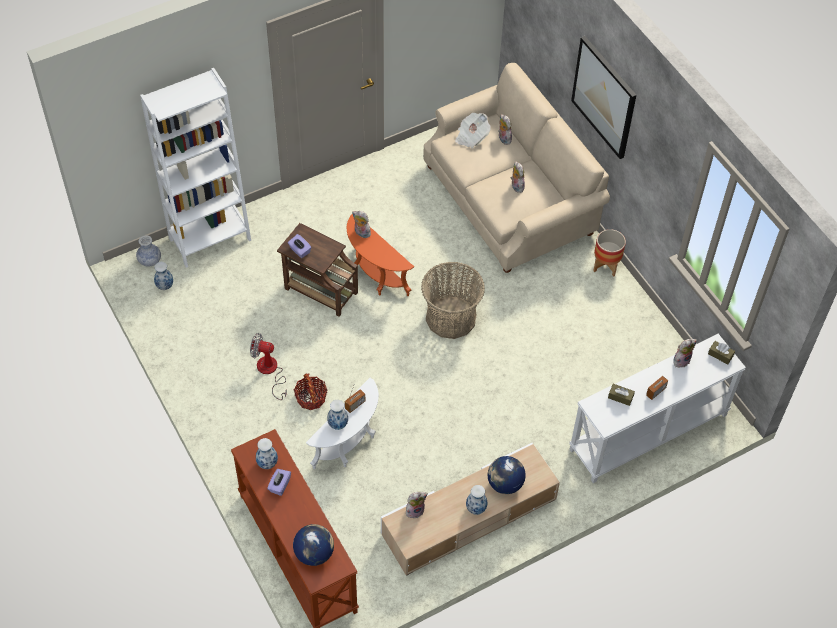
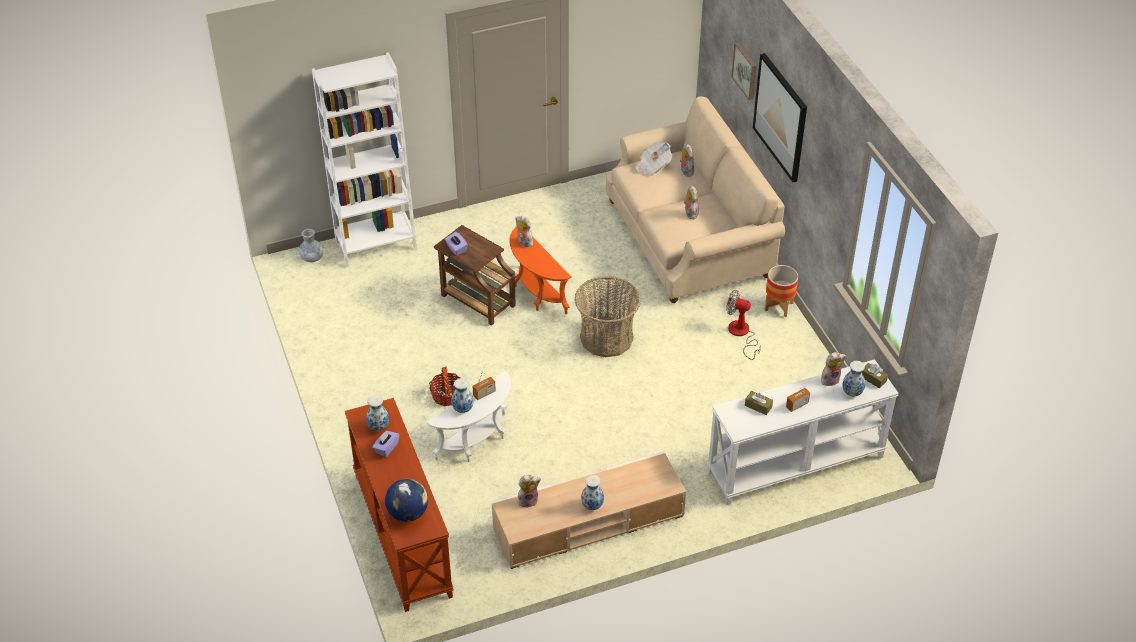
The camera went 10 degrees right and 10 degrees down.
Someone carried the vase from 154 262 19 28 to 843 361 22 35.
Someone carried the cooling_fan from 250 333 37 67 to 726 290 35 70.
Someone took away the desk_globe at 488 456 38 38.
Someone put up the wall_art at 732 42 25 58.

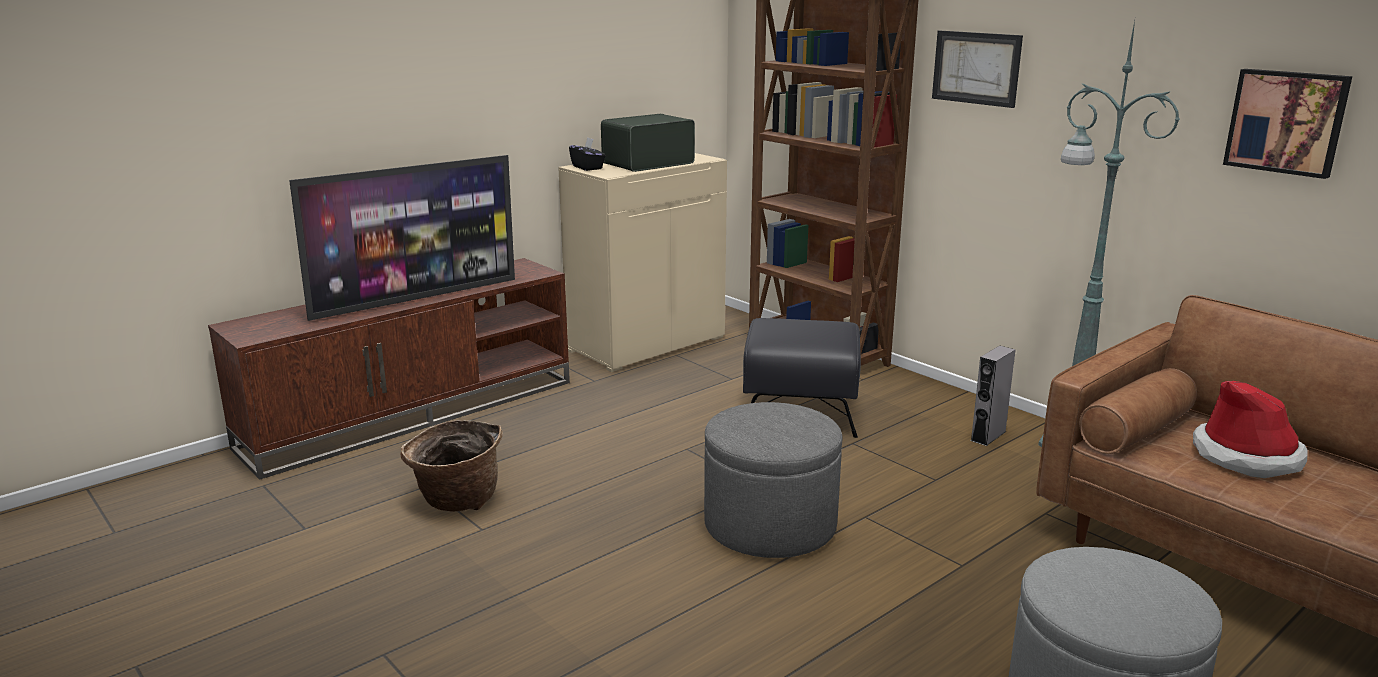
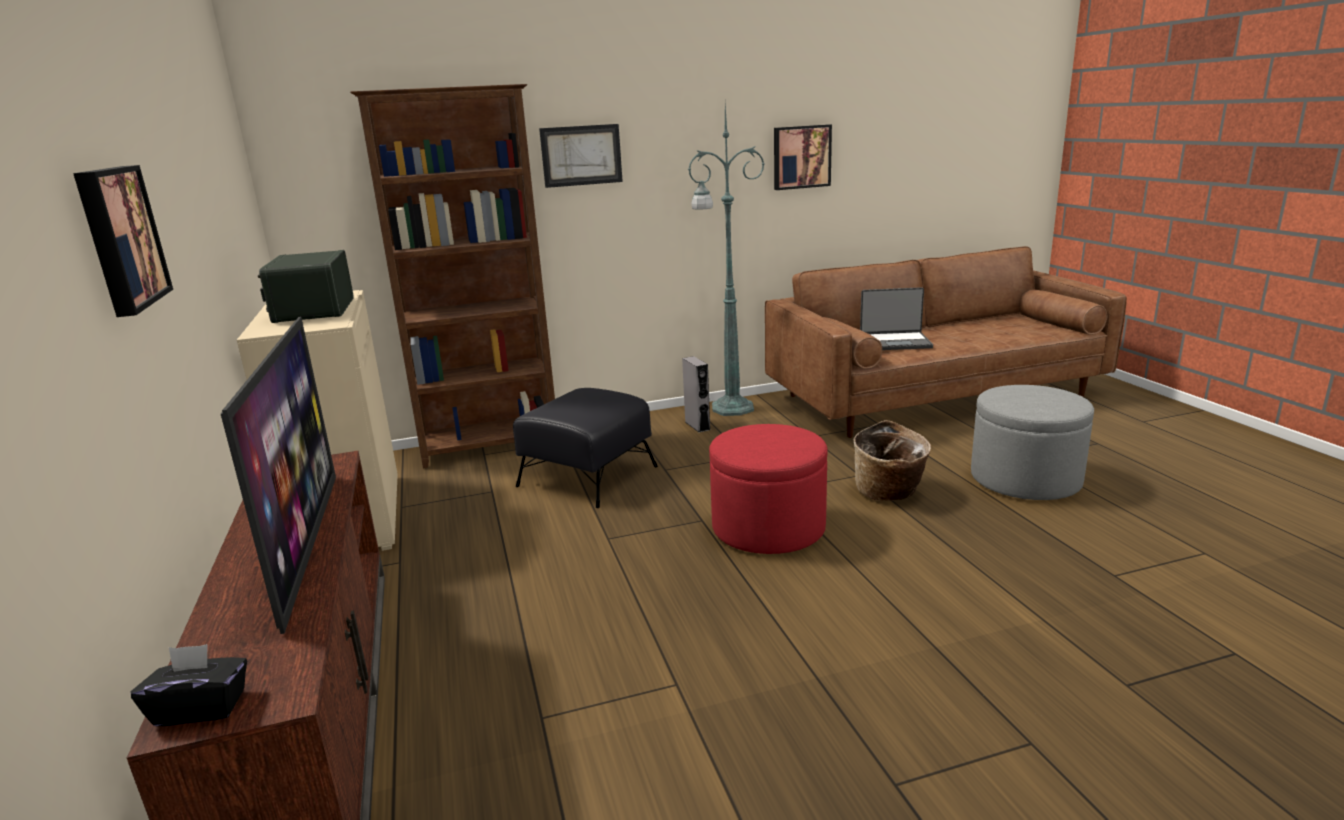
The camera went 65 degrees left and 0 degrees up.
Someone carried the storage_basket from 400 420 103 92 to 854 420 77 81.
Someone carried the black-coloured_tissue_holder from 569 137 37 34 to 130 644 117 82.
Someone repainted the grey_footrest at 704 402 138 156, which became the red_footrest at 709 424 119 130.
Someone swapped the clothing_hat at 1193 381 114 97 for the portable_computer at 860 287 73 63.
Someone put up the wall_art at 73 165 100 152.

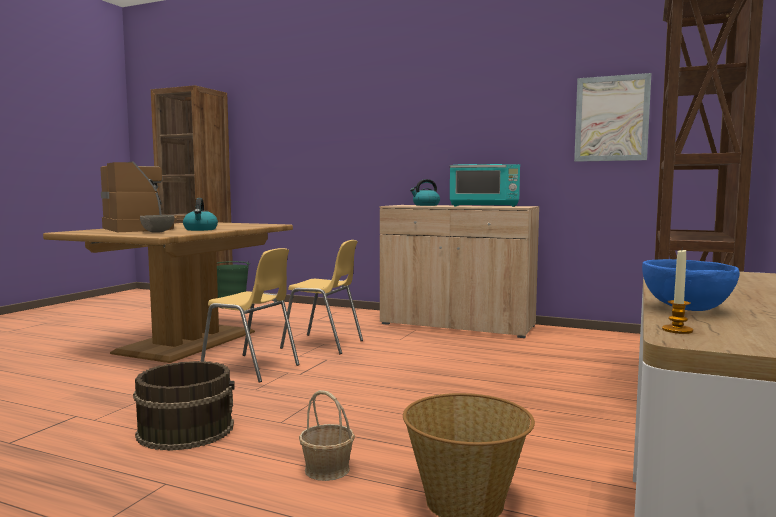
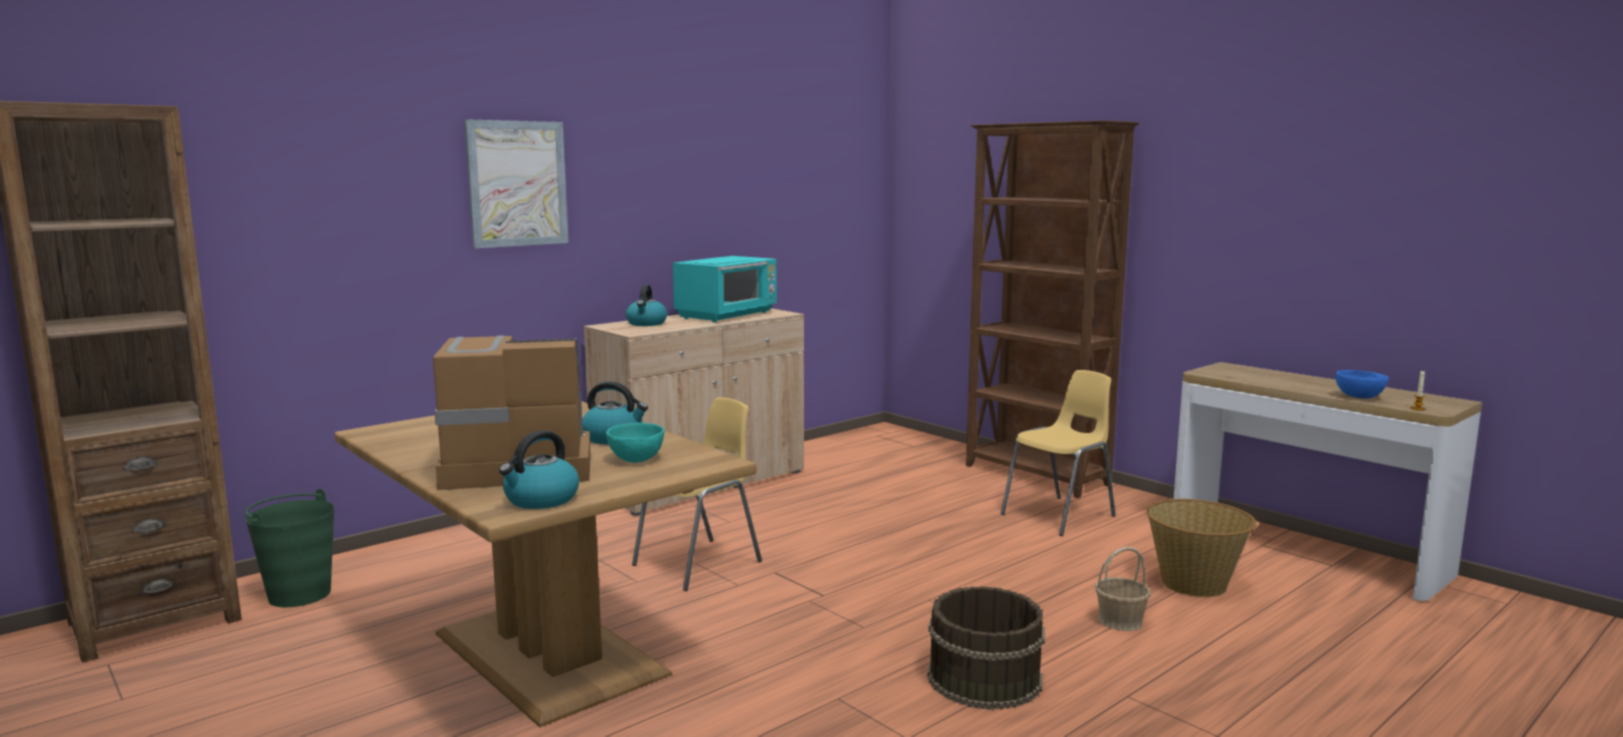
The camera went 65 degrees left and 5 degrees up.
Someone repainted the grey_deep_dish at 140 215 34 18, which became the turquoise-coloured_deep_dish at 606 423 58 40.
Someone carried the yellow_plain_chair from 200 248 100 135 to 1001 370 115 166.
Someone carried the wall_art from 574 73 77 89 to 464 119 105 129.
Someone put down the tea_kettle at 499 430 80 79.

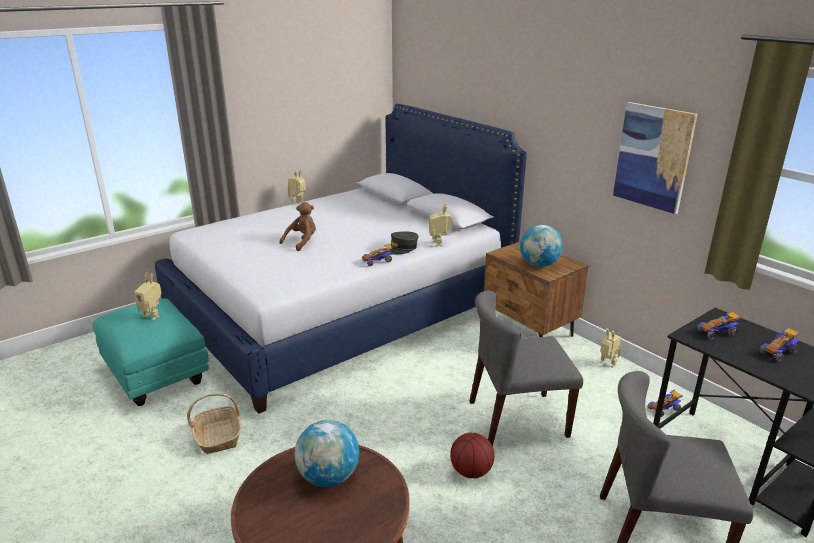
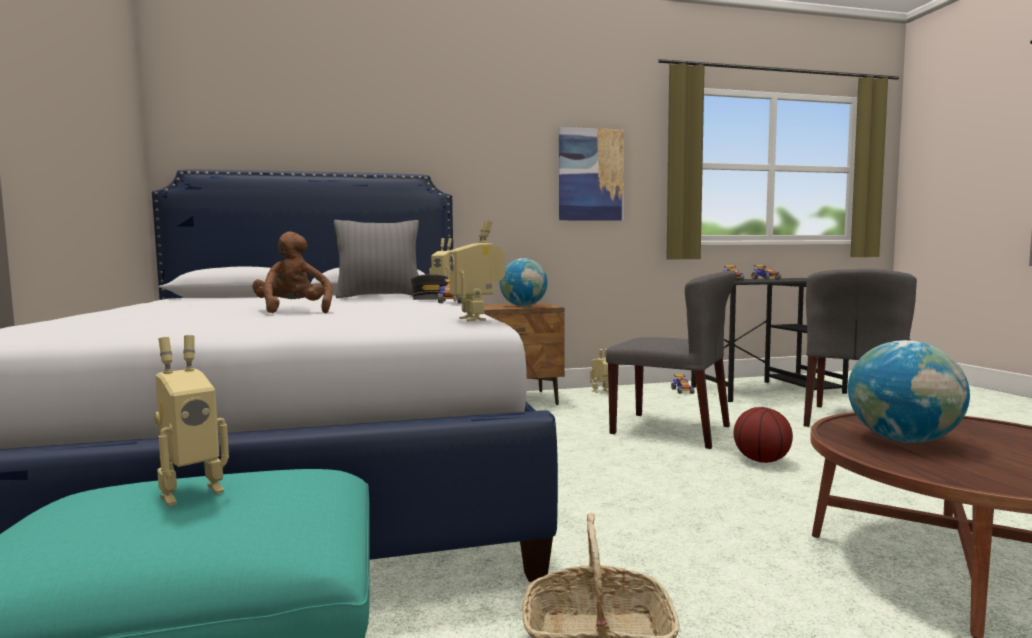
The camera went 65 degrees left and 20 degrees down.
Someone carried the robot_figure from 288 170 18 35 to 449 220 56 101.
Someone rotated the grey_plain_chair at 469 290 114 156 by 75 degrees counterclockwise.
Someone put down the grey_cushion at 334 220 85 78.

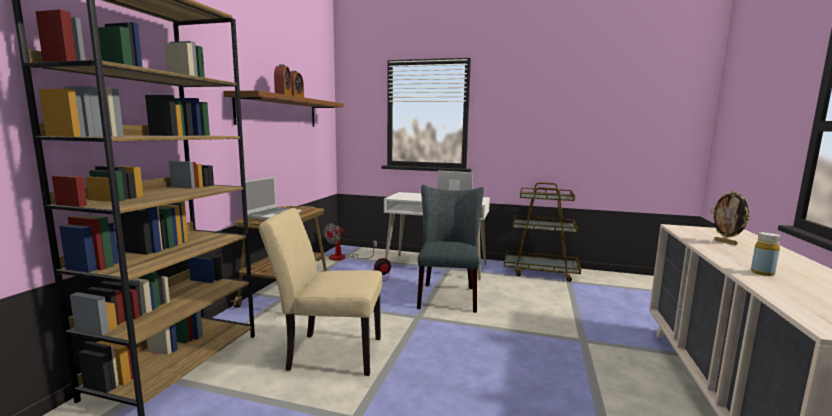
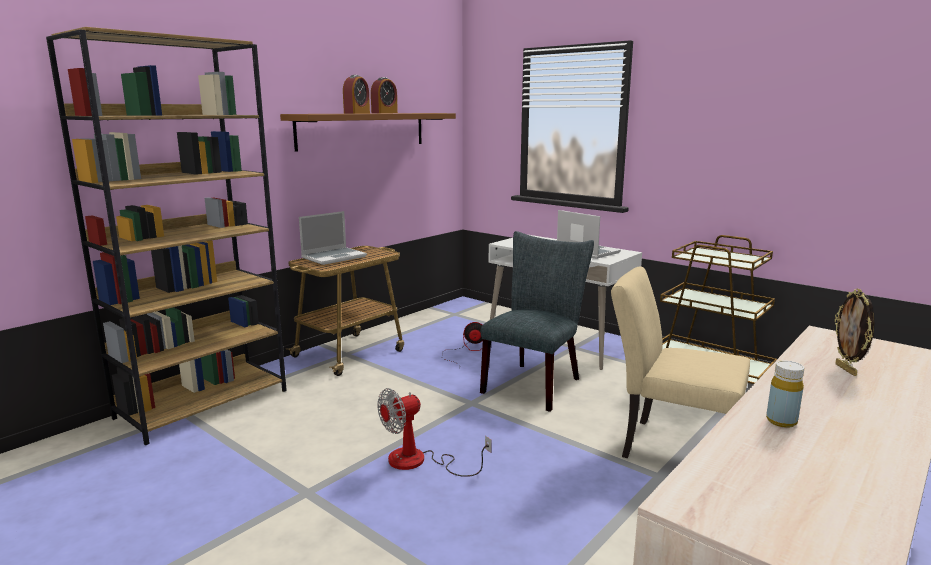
The camera went 25 degrees right and 5 degrees up.
Someone carried the sand-coloured_plain_chair from 259 208 123 168 to 611 267 139 191.
Someone carried the cooling_fan from 324 223 53 38 to 377 388 115 89.

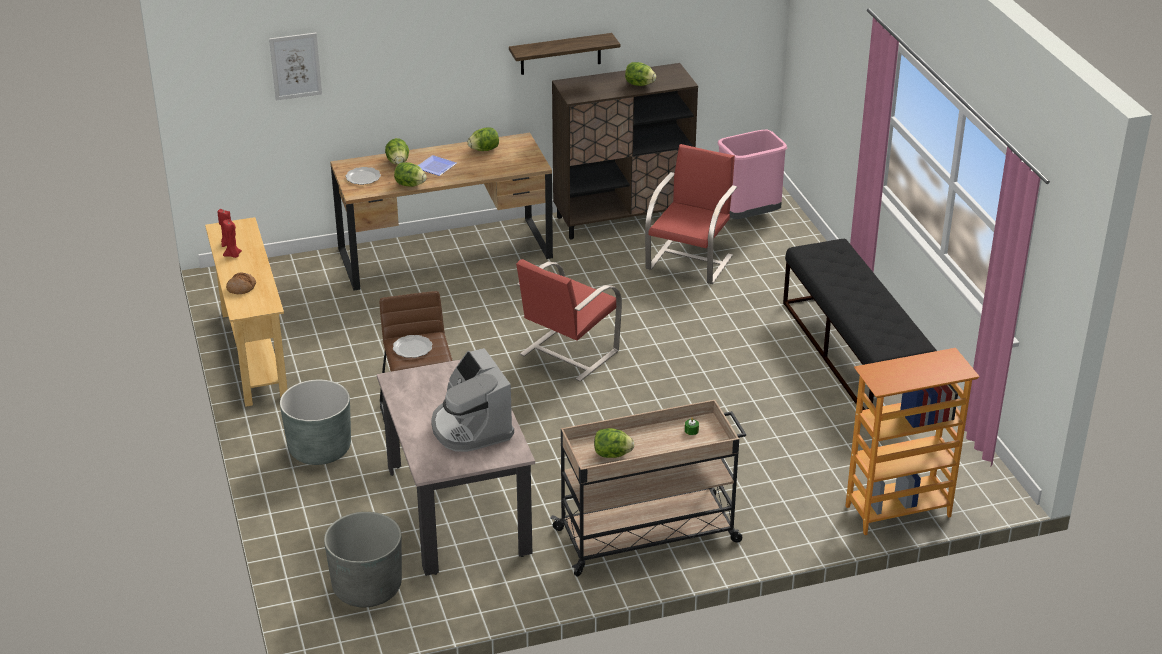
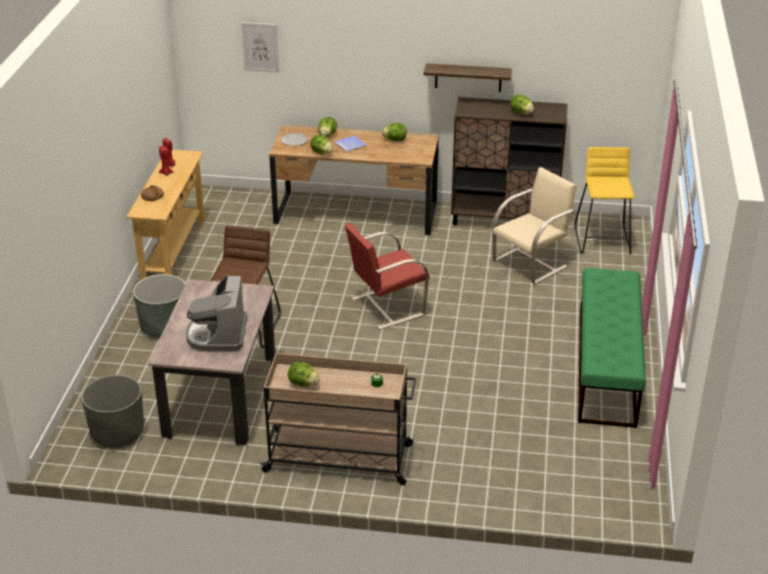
The camera went 25 degrees right and 0 degrees up.
Someone took away the dinner_plate at 393 335 39 23.
Someone repainted the red_plain_chair at 645 144 92 140, which became the sand-coloured_plain_chair at 492 167 85 117.
Someone swapped the pink_trash_can at 718 130 69 89 for the yellow_sitting_stool at 574 147 61 107.
Someone repainted the black-coloured_bench at 783 239 154 171, which became the greenish_bench at 578 268 68 160.
Someone took away the bookshelf at 845 348 135 187.

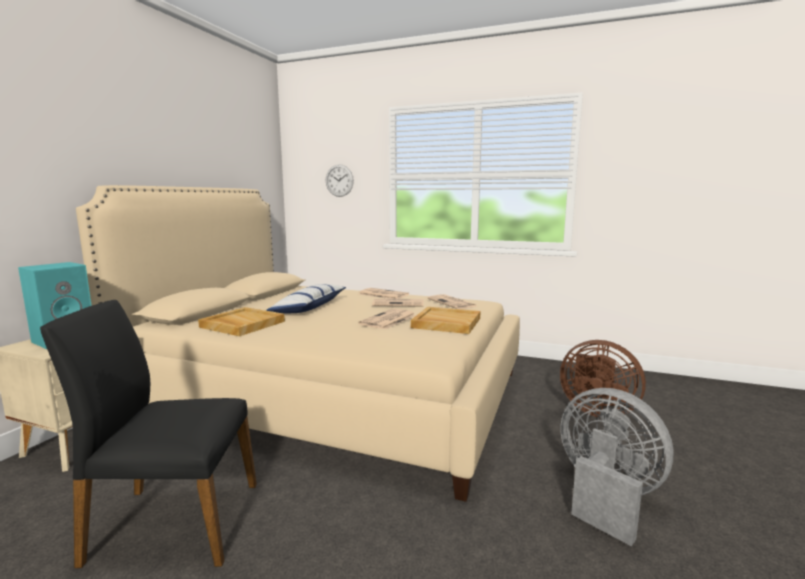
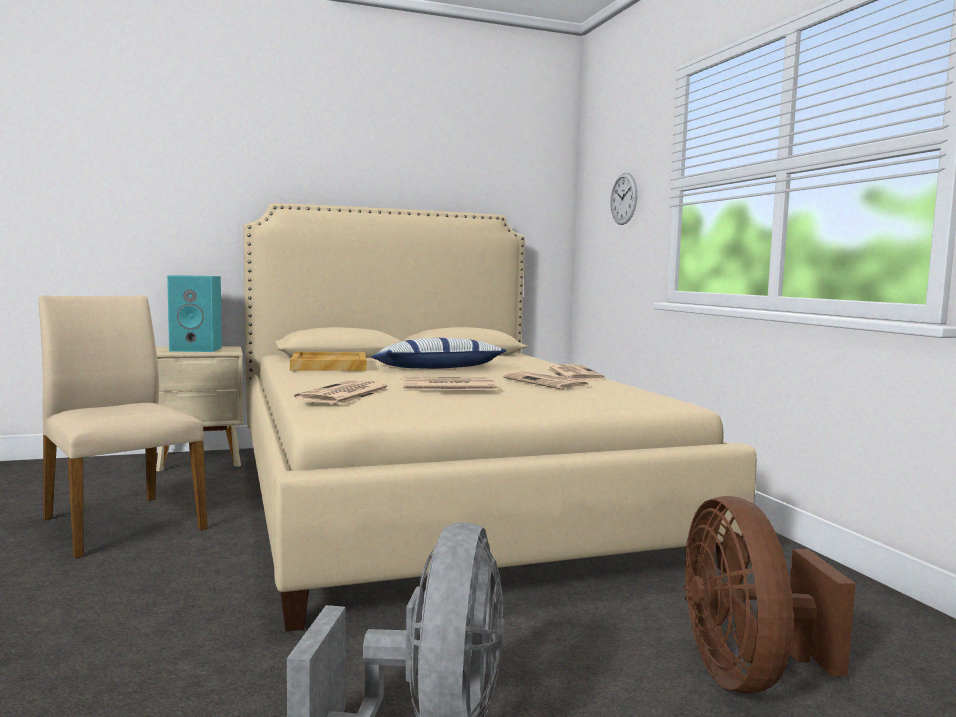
The camera went 50 degrees right and 5 degrees down.
Someone repainted the black-coloured_plain_chair at 40 300 217 268, which became the sand-coloured_plain_chair at 39 295 169 264.
Someone took away the sand-coloured_carrying_tray at 411 307 69 27.
Someone carried the daily_paper from 427 294 49 15 to 294 380 97 25.

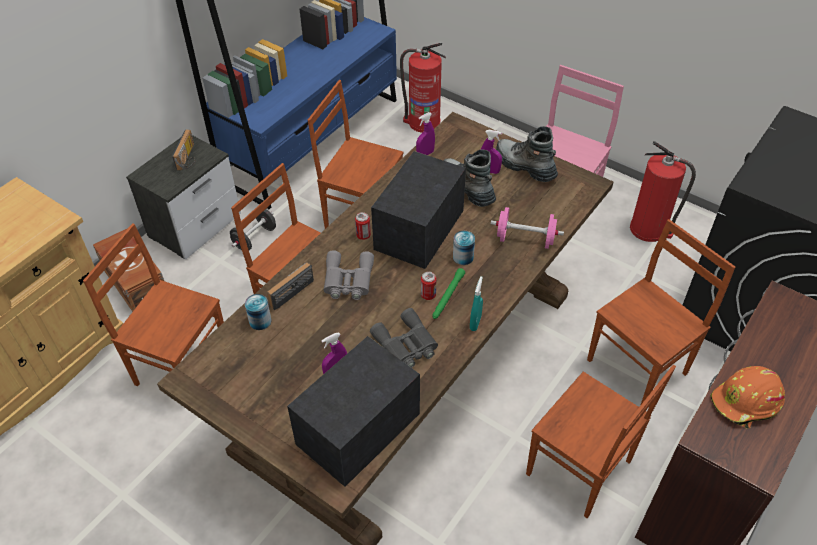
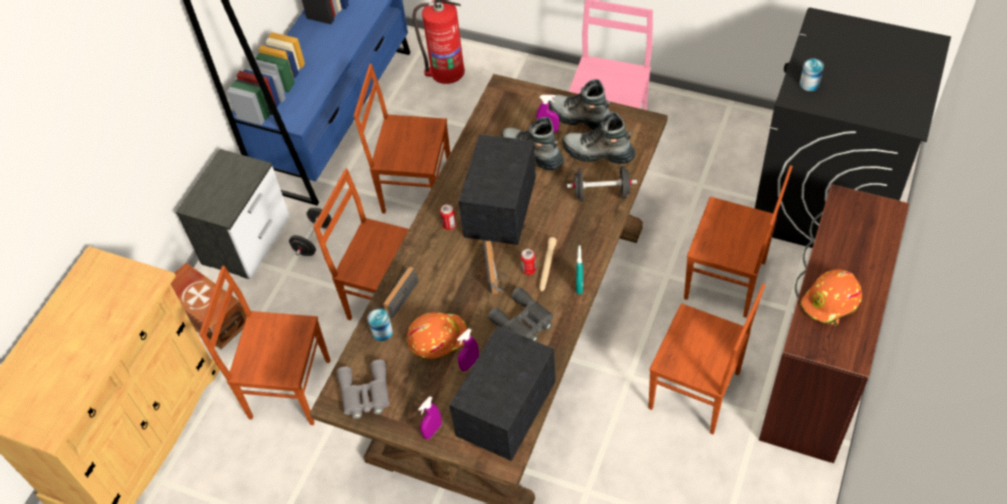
The camera went 10 degrees left and 5 degrees up.
Someone carried the radio_set from 172 129 23 41 to 483 241 24 53.
Someone carried the grey_pair_of_binoculars from 324 250 50 50 to 337 360 53 59.
Someone carried the purple_spray_bottle from 416 112 19 43 to 418 396 24 43.
Someone repainted the greenish_hand_torch at 432 268 33 51, which became the sand-coloured_hand_torch at 539 237 18 55.
Someone carried the sealed_can from 453 231 22 34 to 799 58 25 33.
Someone repainted the pink_hand_weight at 491 207 73 42, which became the black-coloured_hand_weight at 567 166 70 36.
Someone rotated the brown_plain_chair at 587 219 149 187 by 75 degrees clockwise.
Someone took away the fire_extinguisher at 630 141 66 101.
Someone put down the orange_hard_hat at 407 313 61 46.
Someone put down the tall_boot at 562 112 74 52.

